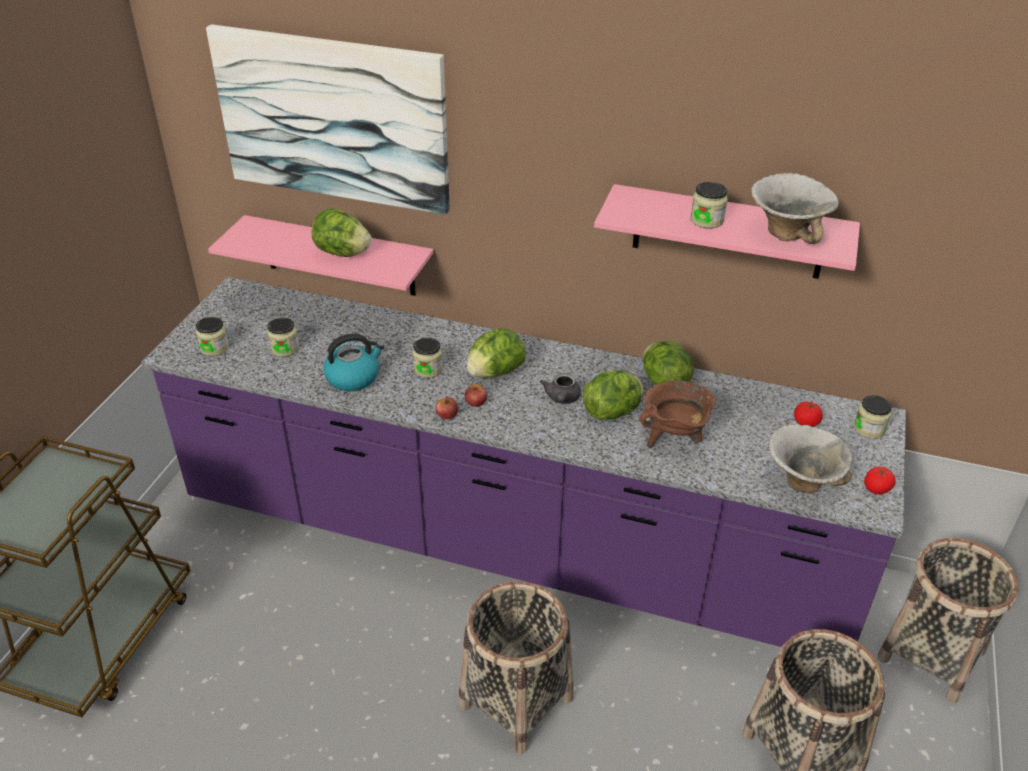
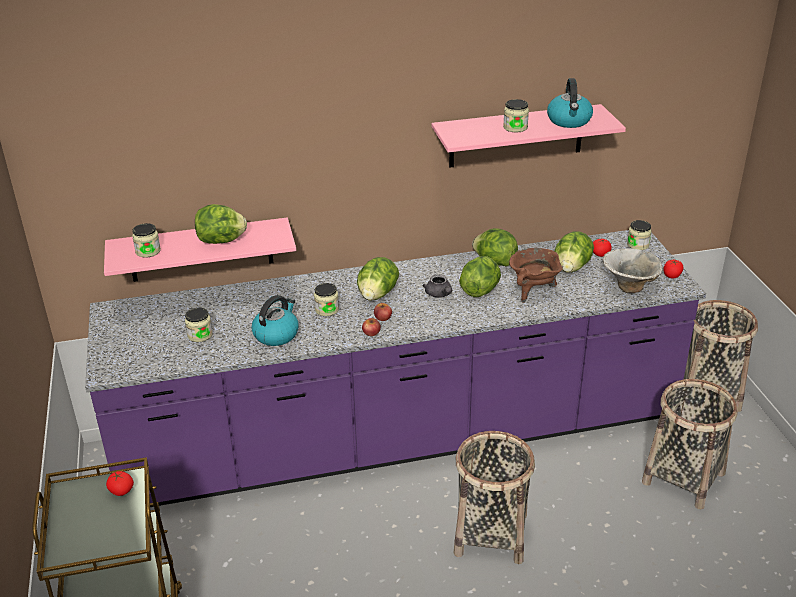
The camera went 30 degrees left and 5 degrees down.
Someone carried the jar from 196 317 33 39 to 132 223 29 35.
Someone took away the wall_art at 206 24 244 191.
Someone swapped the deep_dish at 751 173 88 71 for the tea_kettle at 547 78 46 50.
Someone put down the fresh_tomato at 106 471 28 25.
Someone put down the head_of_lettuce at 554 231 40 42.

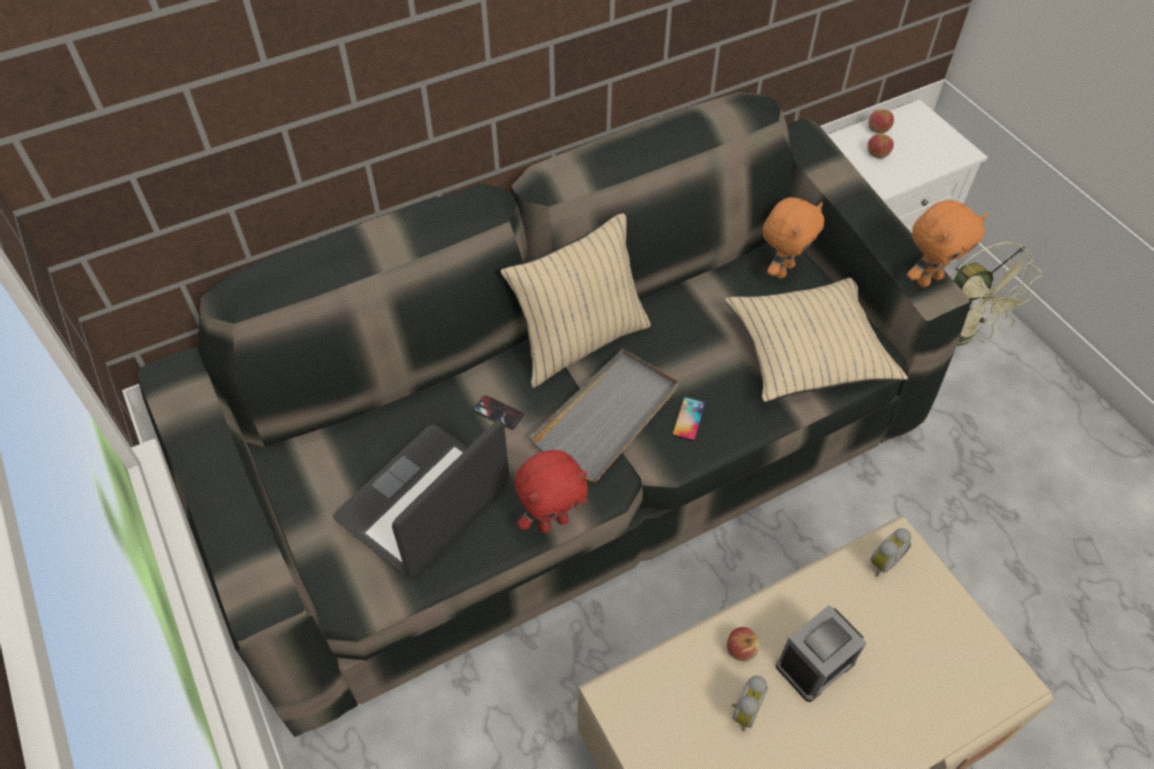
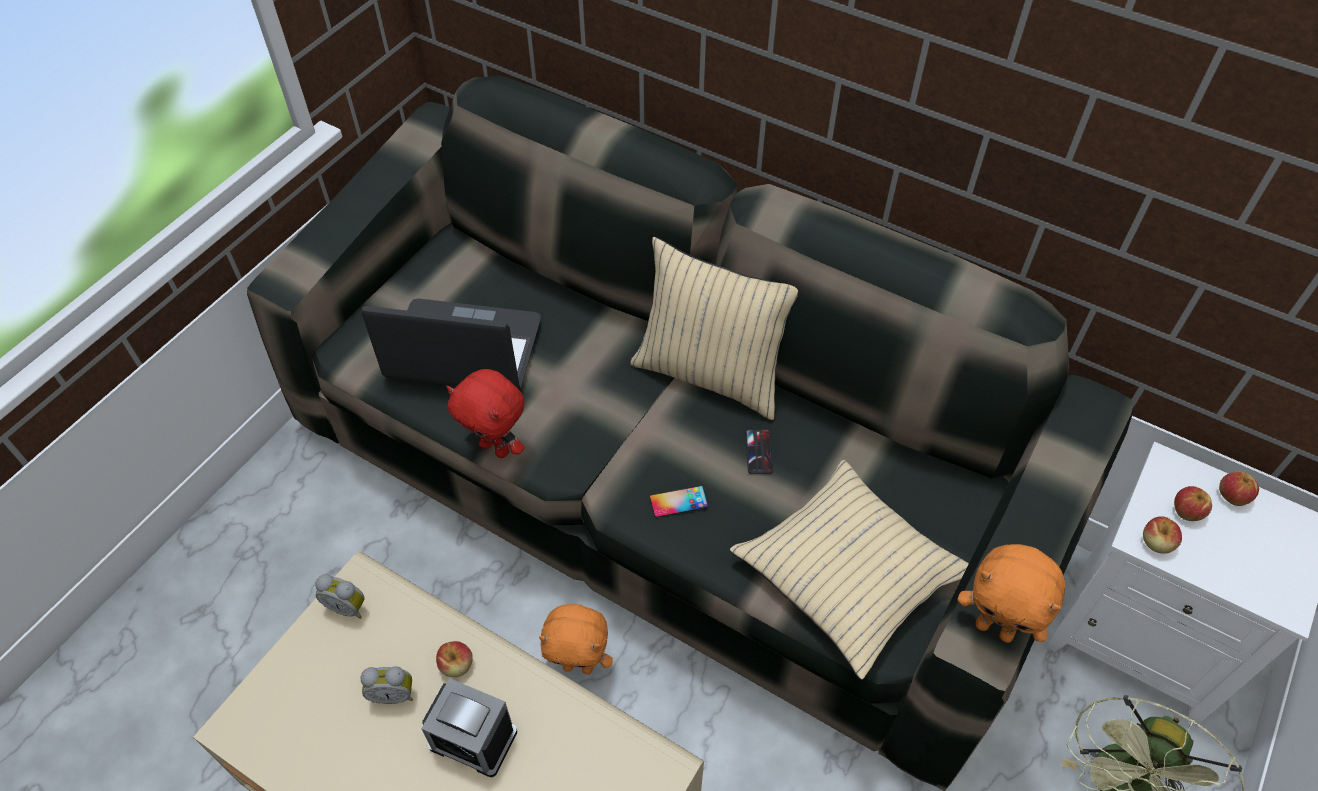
The camera went 60 degrees right and 0 degrees up.
Someone carried the phone from 473 395 51 35 to 745 429 28 45.
Someone took away the grey_carrying_tray at 530 349 148 133.
Someone carried the orange_plush_toy from 763 197 61 82 to 539 604 74 71.
Someone carried the bedside_clock from 870 528 41 49 to 315 574 50 45.
Someone put down the apple_fruit at 1143 516 39 38.

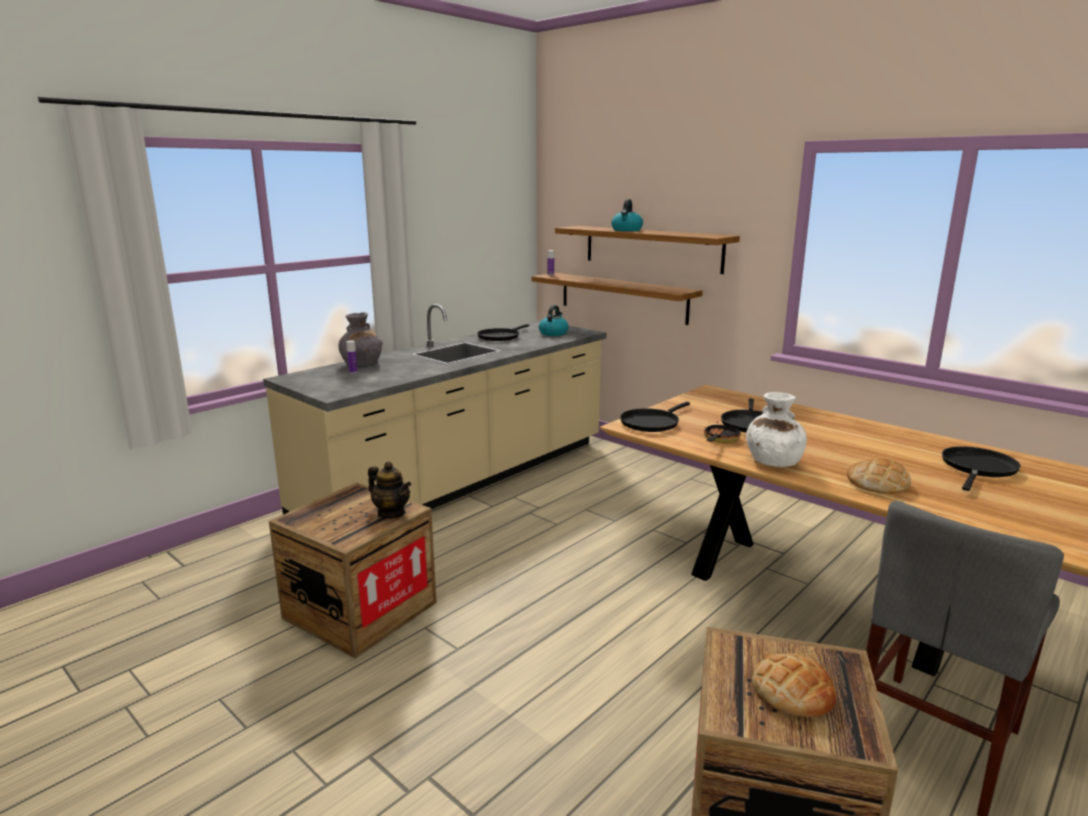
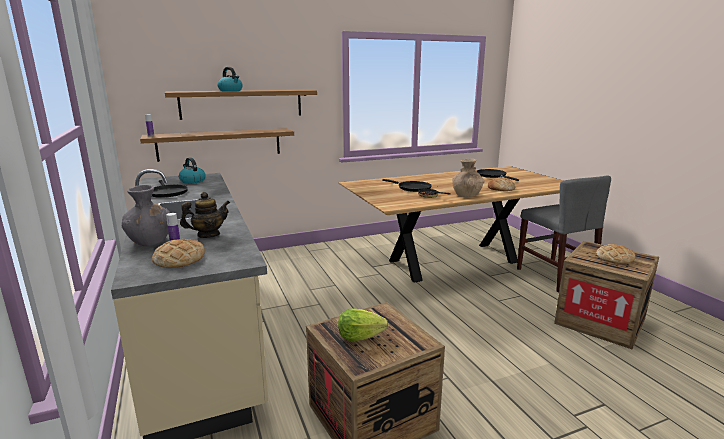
The camera went 65 degrees left and 0 degrees up.
Someone carried the teapot from 368 462 43 56 to 180 192 50 46.
Someone took away the black-coloured_skillet at 620 402 70 30.
Someone repainted the whitish_vase at 746 392 61 75, which became the brown_vase at 452 159 33 38.
Someone put down the bakery_bread at 152 239 53 29.
Someone put down the head_of_lettuce at 338 308 50 33.

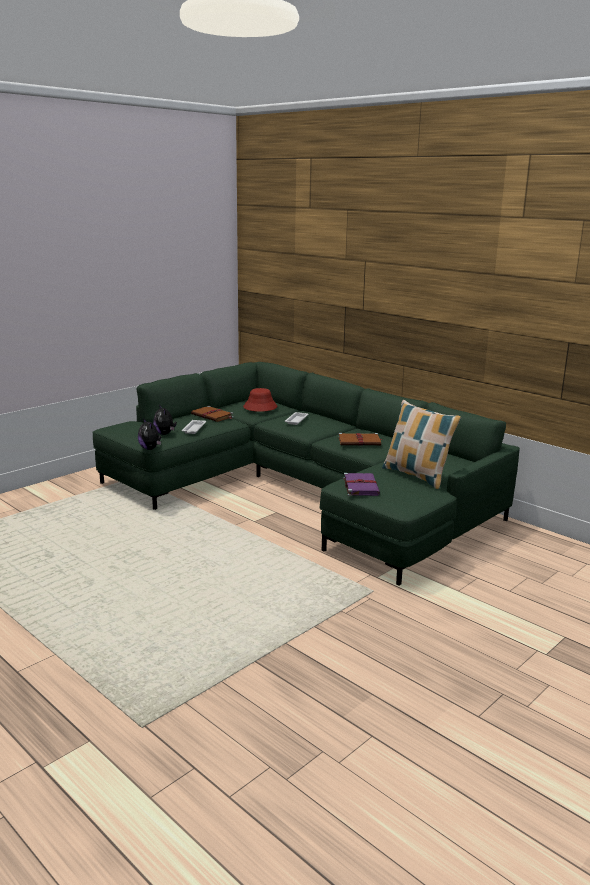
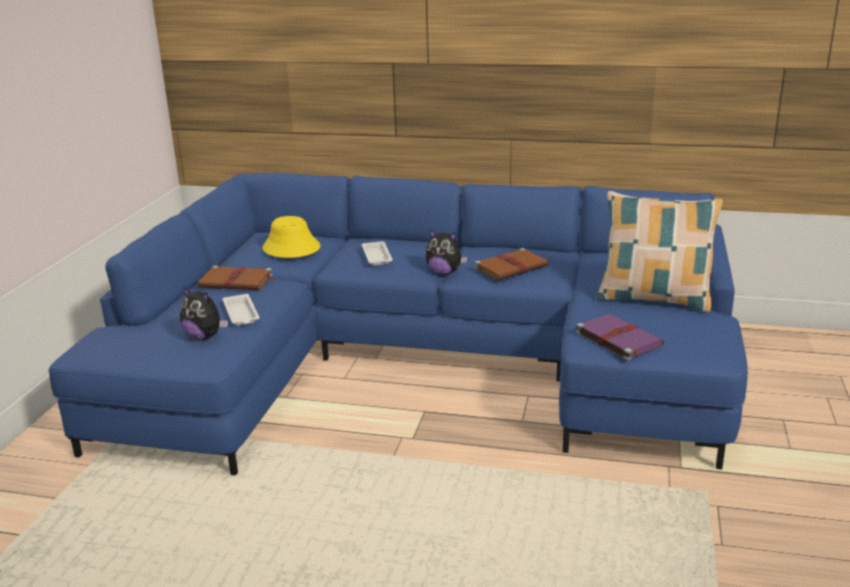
The camera went 30 degrees left and 5 degrees up.
Someone repainted the greenish_couch at 93 362 427 224, which became the blue_couch at 48 173 700 302.
Someone carried the plush_toy from 138 418 23 32 to 426 229 41 46.
Someone repainted the red_clothing_hat at 243 388 34 24, which became the yellow_clothing_hat at 262 216 59 42.

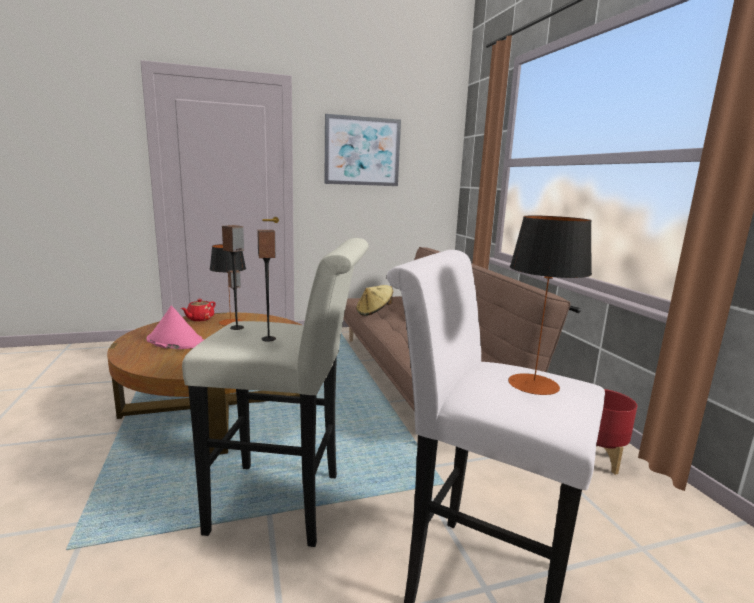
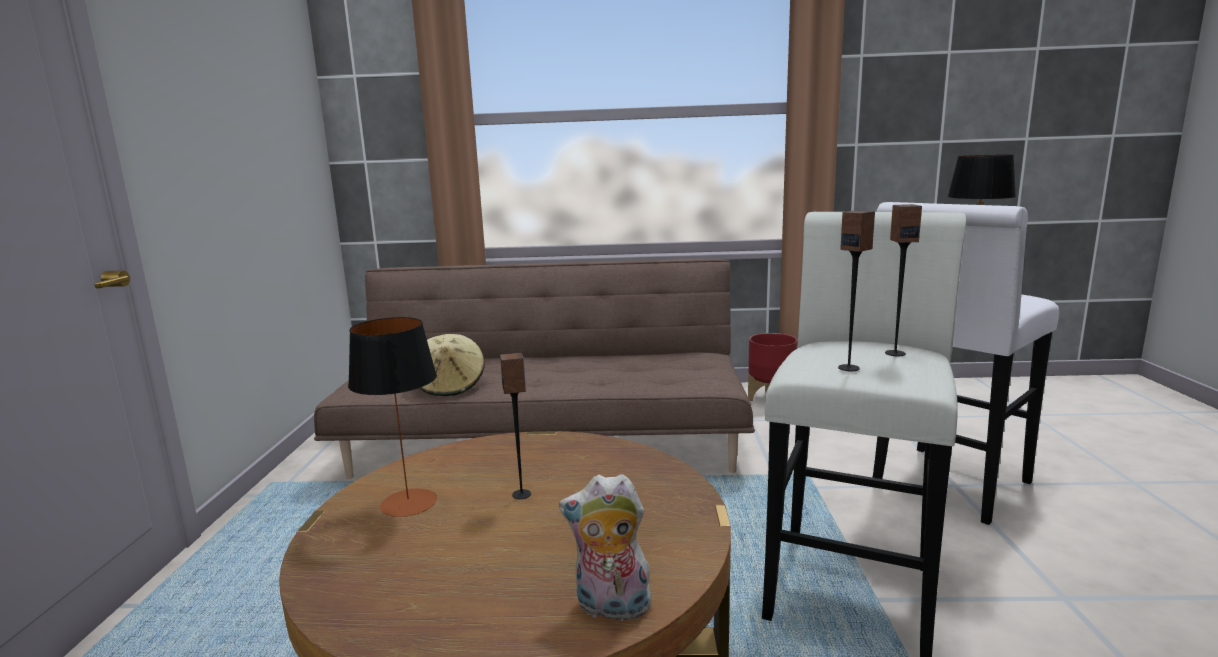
The camera went 70 degrees left and 0 degrees up.
Someone took away the pink_clothing_hat at 147 306 58 43.
Someone took away the red_teapot at 181 299 35 22.
Someone took away the wall_art at 324 114 77 72.
Someone put down the plush_toy at 559 474 98 147.

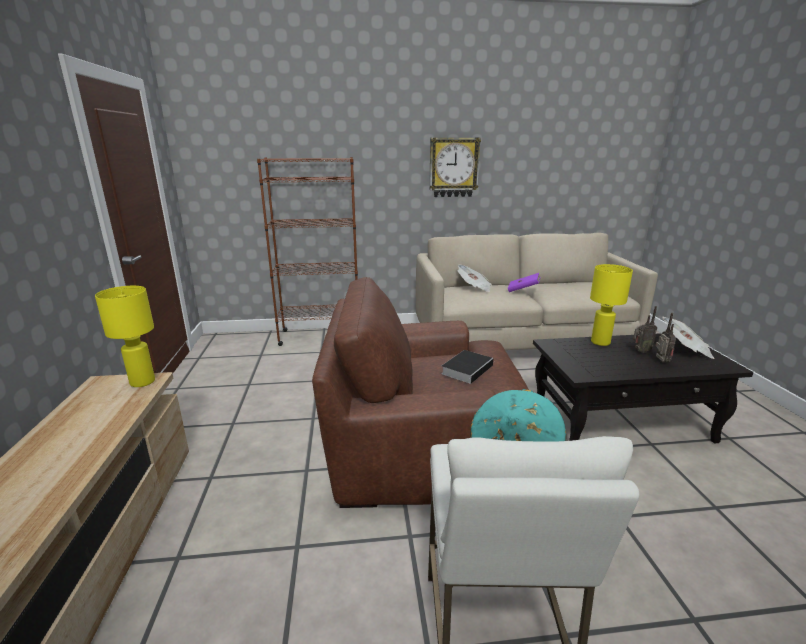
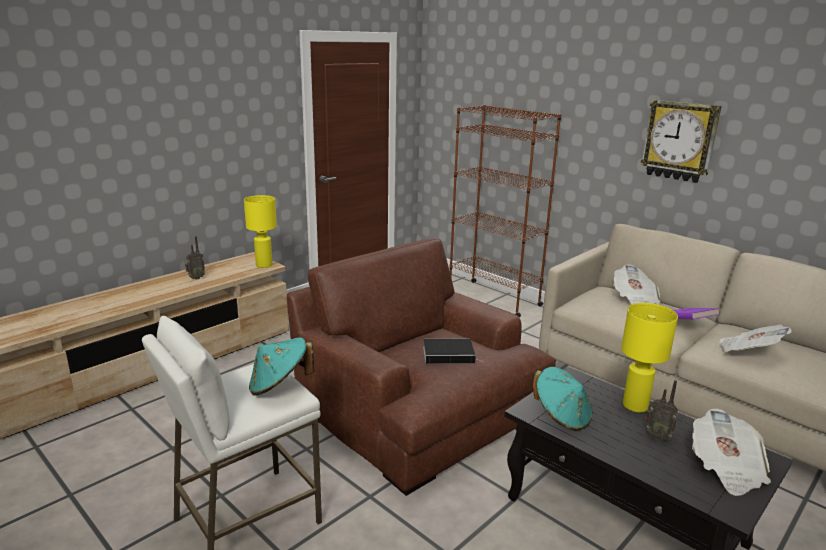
The camera went 50 degrees right and 0 degrees up.
Someone carried the radio_set from 655 313 21 50 to 185 236 20 44.
Someone put down the turquoise-coloured_clothing_hat at 533 367 59 64.
Someone put down the daily_paper at 719 325 72 27.

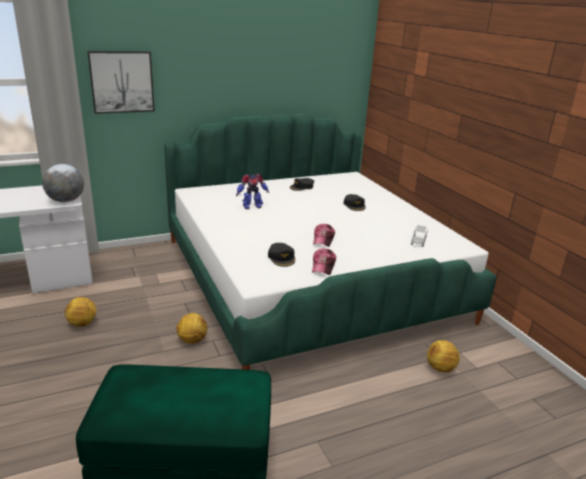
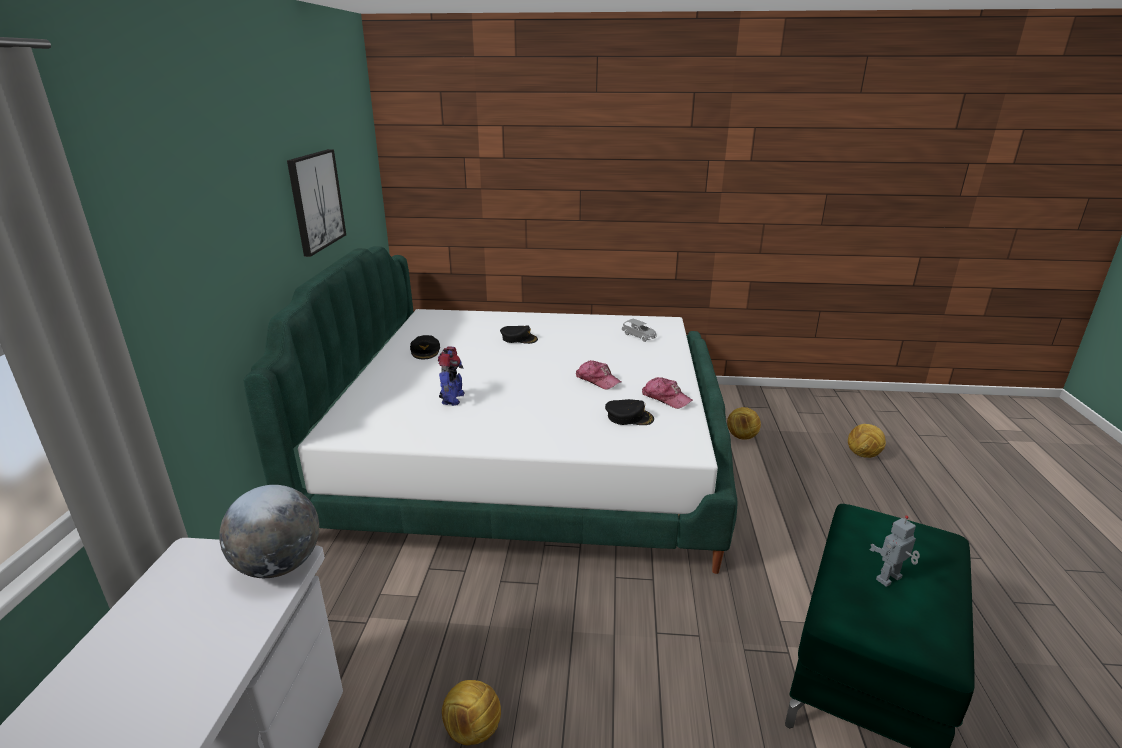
The camera went 60 degrees left and 0 degrees up.
Someone carried the wall_art from 87 51 68 63 to 287 149 59 108.
Someone carried the football from 176 313 31 31 to 848 424 38 34.
Someone put down the robot_figure at 870 515 50 72.

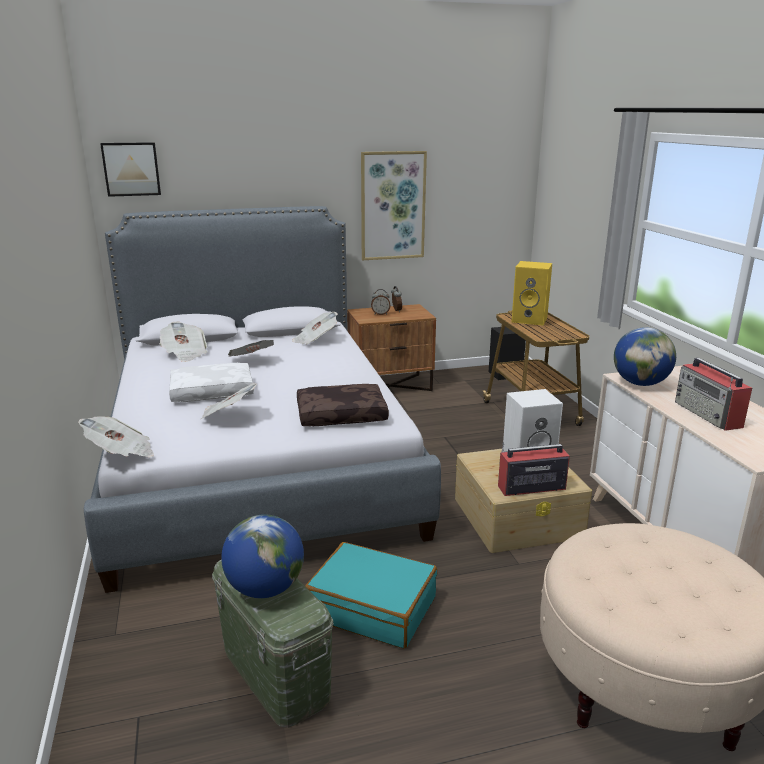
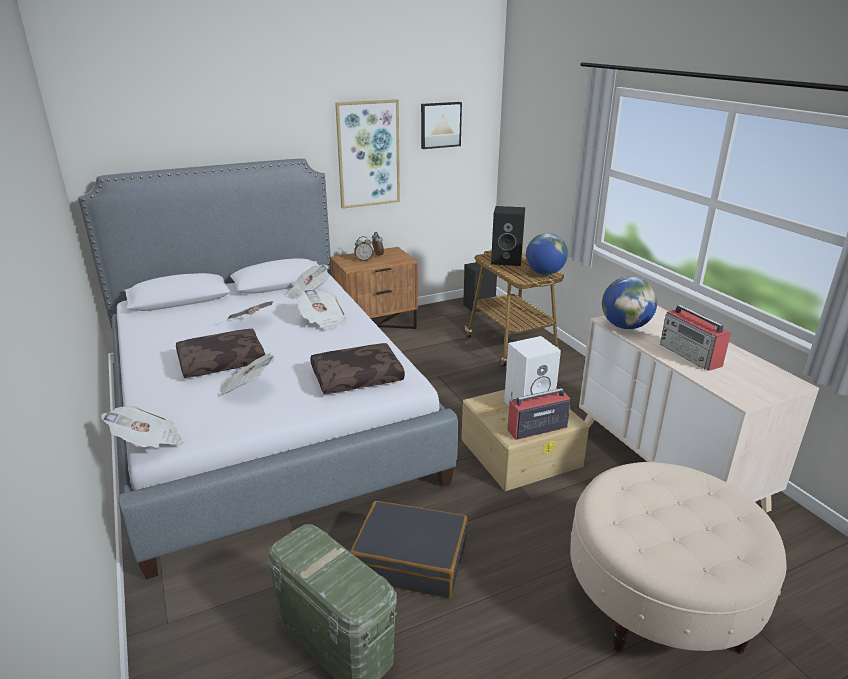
The camera went 10 degrees left and 5 degrees up.
Someone carried the wall_art from 100 142 61 55 to 421 102 41 47.
Someone carried the daily_paper from 160 322 47 40 to 297 289 50 42.
Someone repainted the whitish_cushion at 169 363 85 39, which became the brown_cushion at 176 329 90 49.
Someone carried the desk_globe from 221 514 83 84 to 526 233 42 42.
Someone repainted the turquoise-coloured_piece_of_luggage at 305 542 132 107, which became the black-coloured_piece_of_luggage at 350 501 118 97.
Someone repainted the yellow_loudspeaker at 512 261 40 65, which became the black-coloured_loudspeaker at 491 206 34 60.

